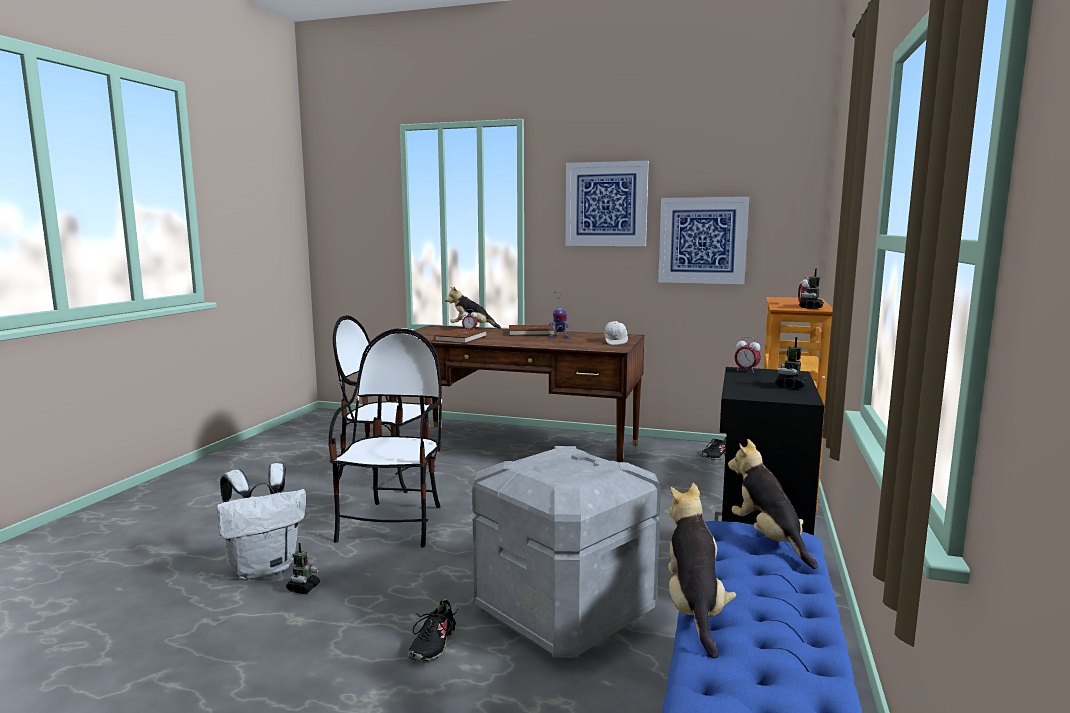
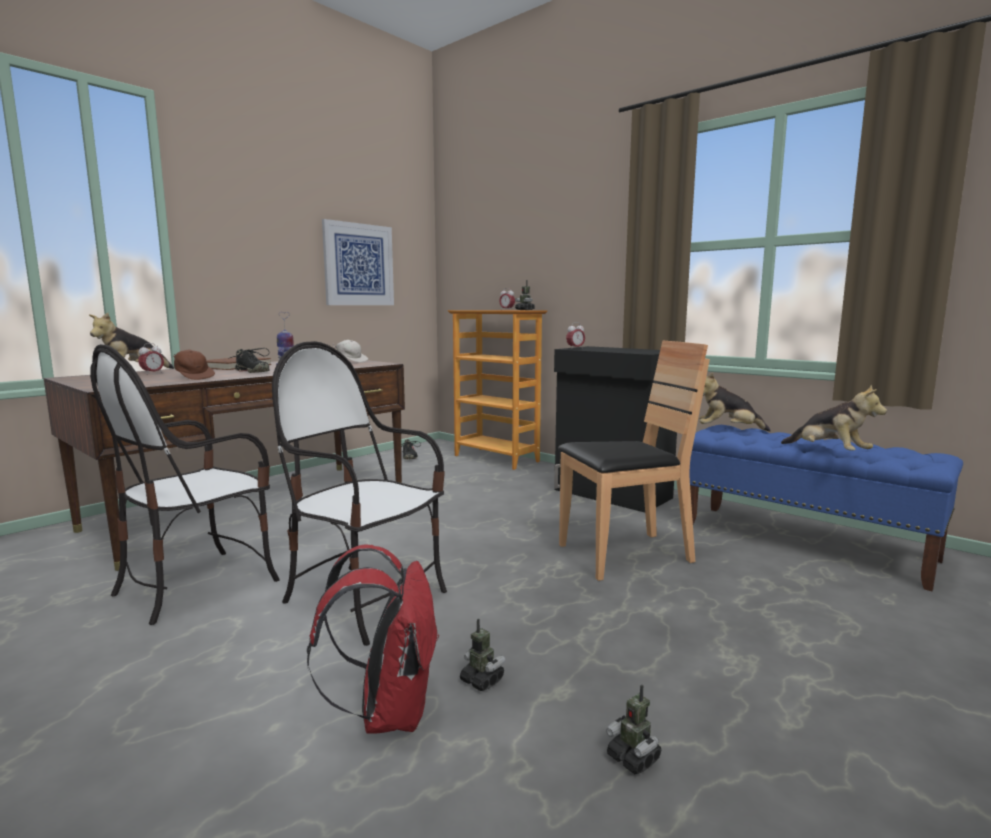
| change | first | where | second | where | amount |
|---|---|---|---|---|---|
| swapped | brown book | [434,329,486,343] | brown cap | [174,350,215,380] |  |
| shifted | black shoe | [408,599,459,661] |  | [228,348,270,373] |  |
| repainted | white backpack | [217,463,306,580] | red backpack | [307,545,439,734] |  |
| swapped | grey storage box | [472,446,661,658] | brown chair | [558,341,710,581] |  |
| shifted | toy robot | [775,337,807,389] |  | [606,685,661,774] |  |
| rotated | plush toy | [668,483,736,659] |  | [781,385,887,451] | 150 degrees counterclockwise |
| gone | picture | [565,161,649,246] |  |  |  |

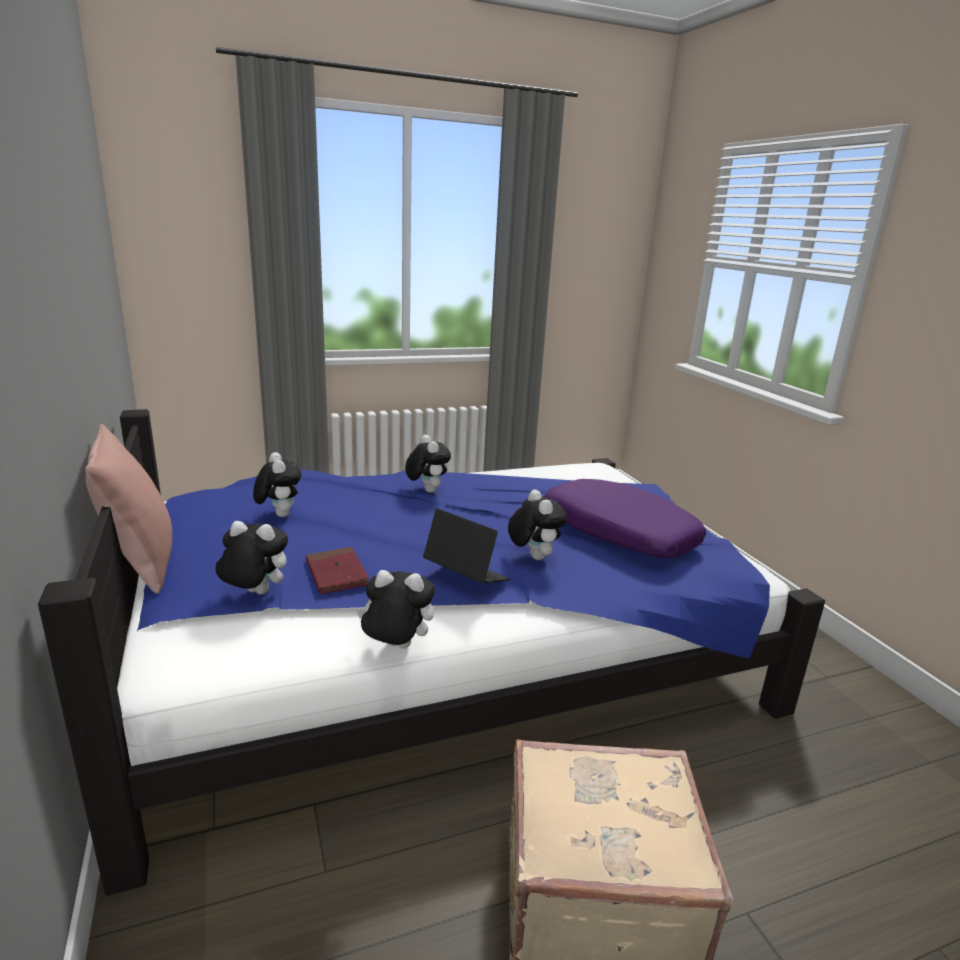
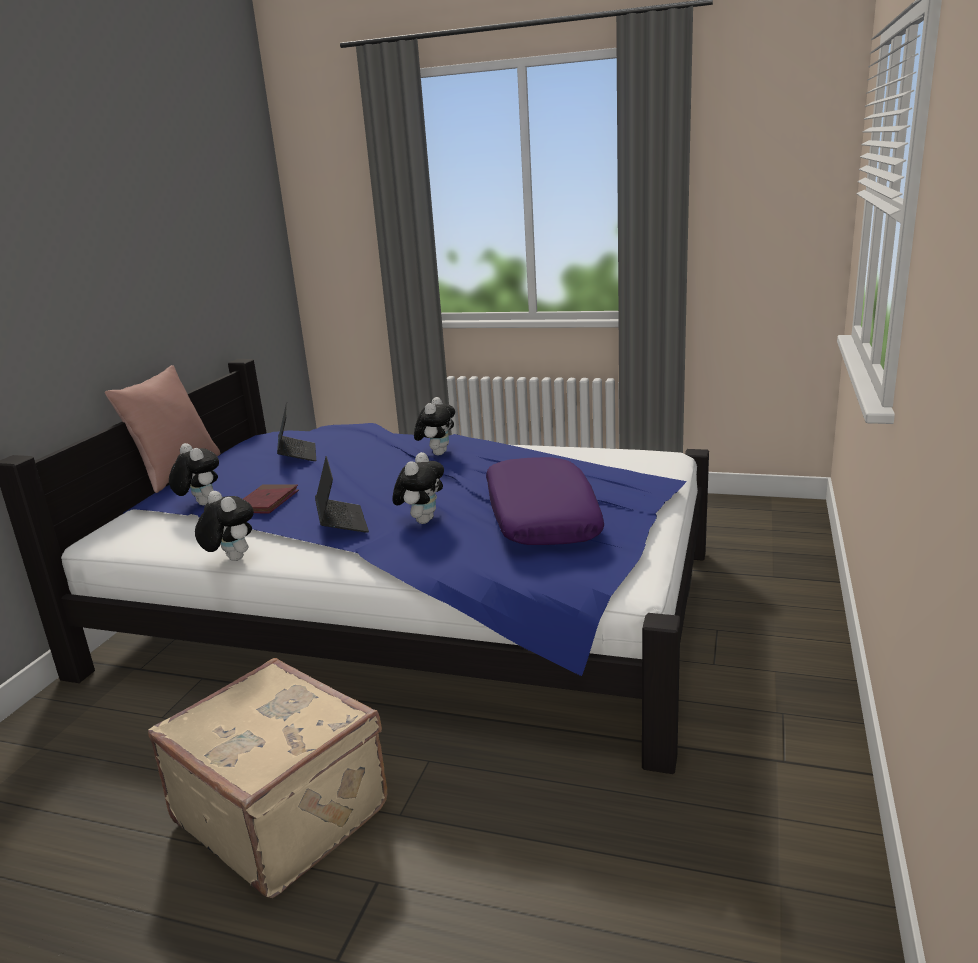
| change | first | where | second | where | amount |
|---|---|---|---|---|---|
| swapped | plush toy | [253,452,302,517] | laptop | [277,402,316,461] |  |

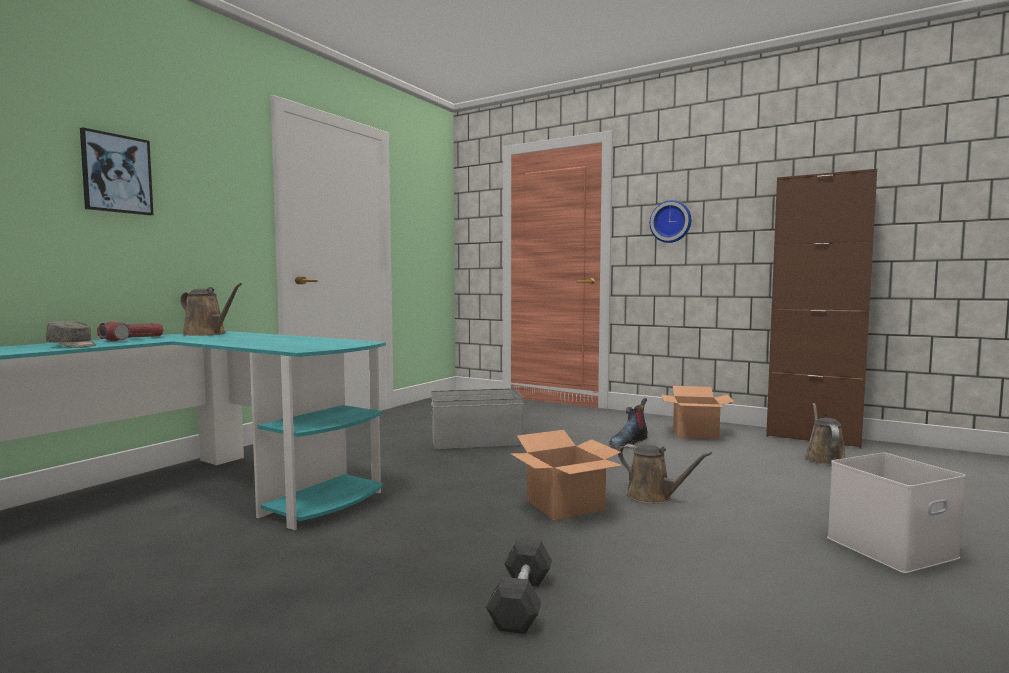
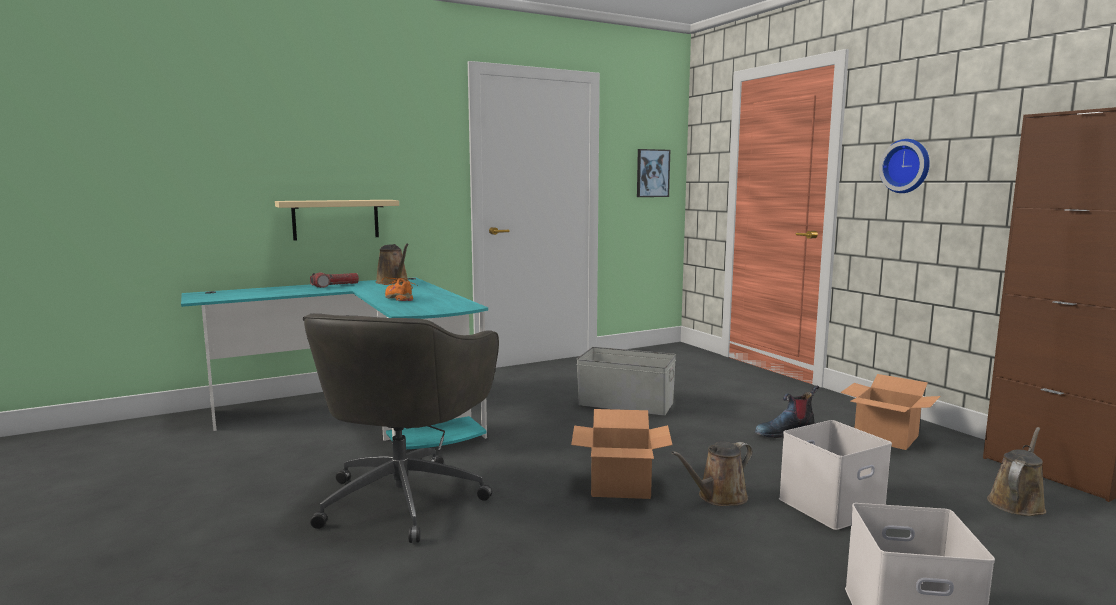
| change | first | where | second | where | amount |
|---|---|---|---|---|---|
| new |  |  | beige shelf | [275,200,399,240] |  |
| new |  |  | grey office chair | [303,313,499,543] |  |
| new |  |  | orange shoe | [382,277,419,301] |  |
| shifted | picture | [80,127,153,216] |  | [637,149,670,197] |  |
| rotated | brown watering can | [618,444,712,504] |  | [672,442,753,506] | 75 degrees clockwise |
| new |  |  | white storage box | [779,420,892,530] |  |
| gone | grey cap | [46,321,96,348] |  |  |  |
| gone | black dumbbell | [486,538,552,634] |  |  |  |

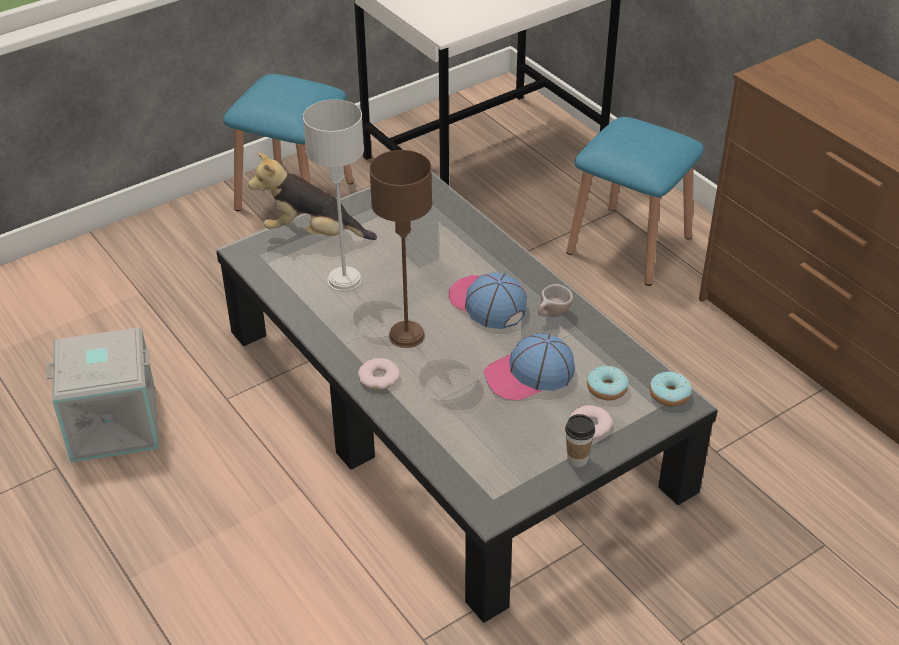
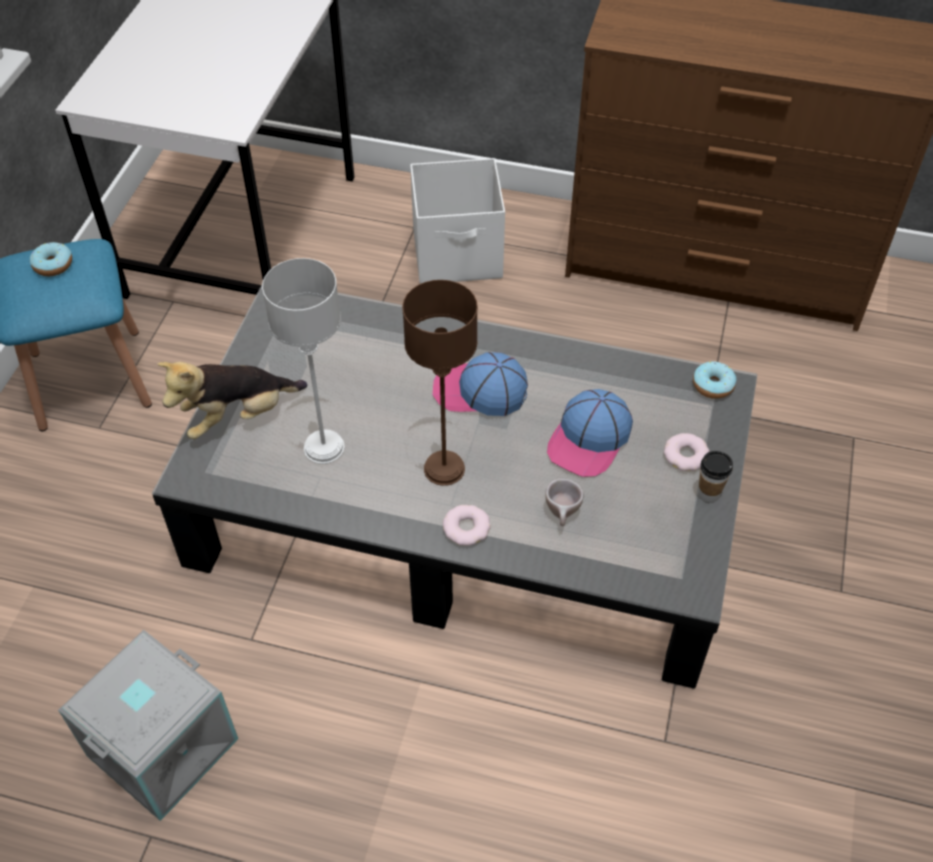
| change | first | where | second | where | amount |
|---|---|---|---|---|---|
| shifted | donut | [587,366,629,400] |  | [30,242,72,276] |  |
| swapped | blue stool | [567,117,704,286] | white storage box | [410,158,505,284] |  |
| shifted | beige cup | [538,284,573,317] |  | [545,479,584,526] |  |

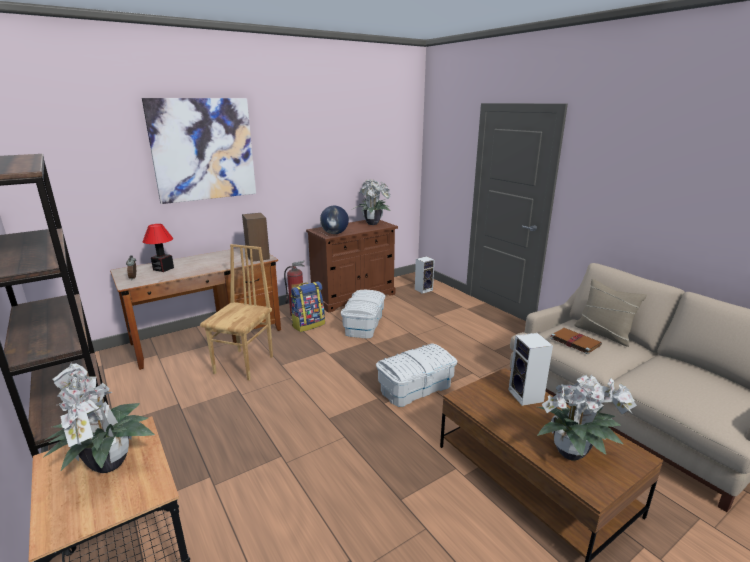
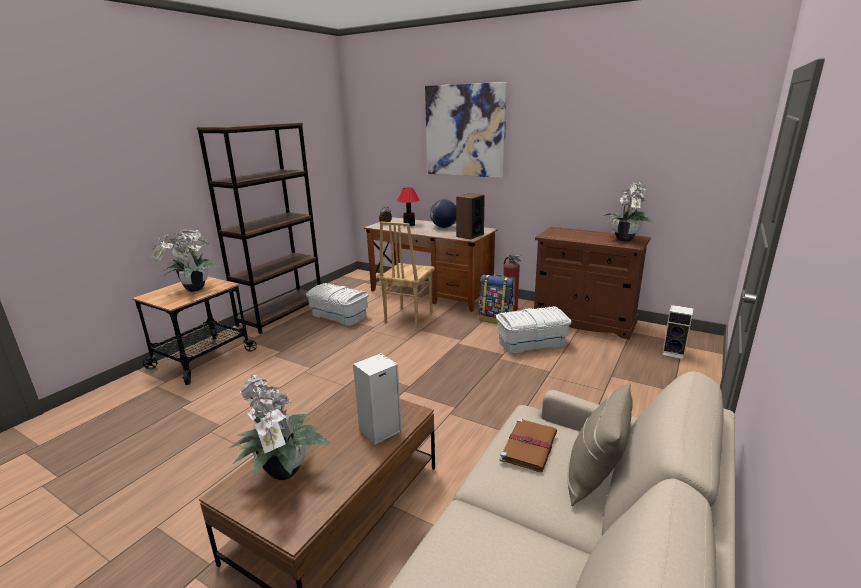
| change | first | where | second | where | amount |
|---|---|---|---|---|---|
| shifted | white storage box | [376,343,457,407] |  | [306,283,369,326] |  |
| rotated | brown chair | [200,244,273,381] |  | [379,222,435,328] | 120 degrees clockwise |
| shifted | globe | [320,205,349,234] |  | [430,199,456,228] |  |

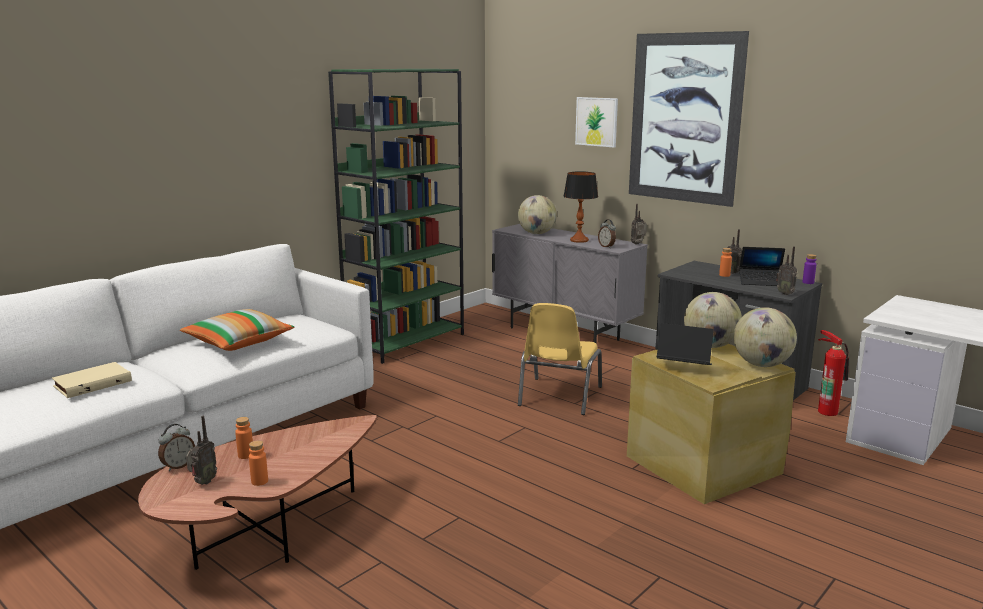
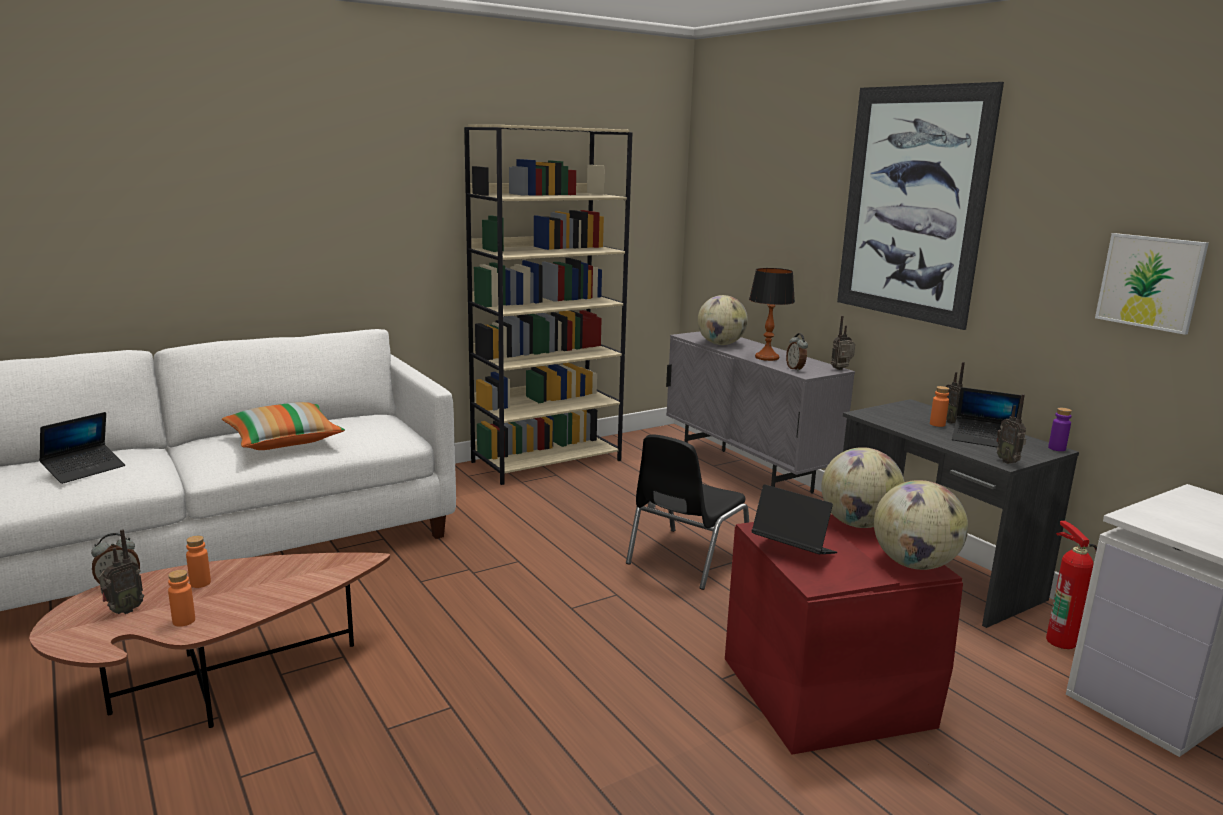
| change | first | where | second | where | amount |
|---|---|---|---|---|---|
| swapped | beige book | [52,362,132,398] | laptop | [39,412,125,484] |  |
| repainted | green bookcase | [328,69,464,364] | beige bookcase | [464,125,632,485] |  |
| repainted | yellow chair | [518,303,602,415] | black chair | [626,434,749,590] |  |
| repainted | beige storage box | [627,344,796,504] | red storage box | [725,515,963,755] |  |
| shifted | picture | [575,97,618,148] |  | [1095,233,1209,335] |  |

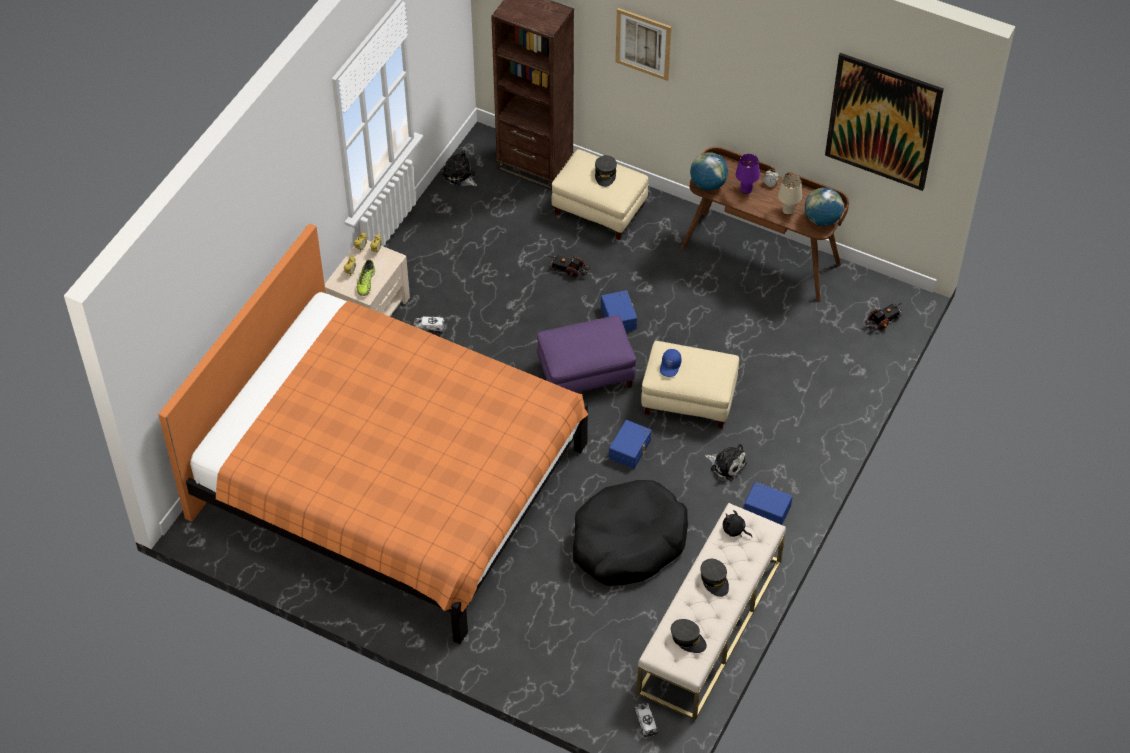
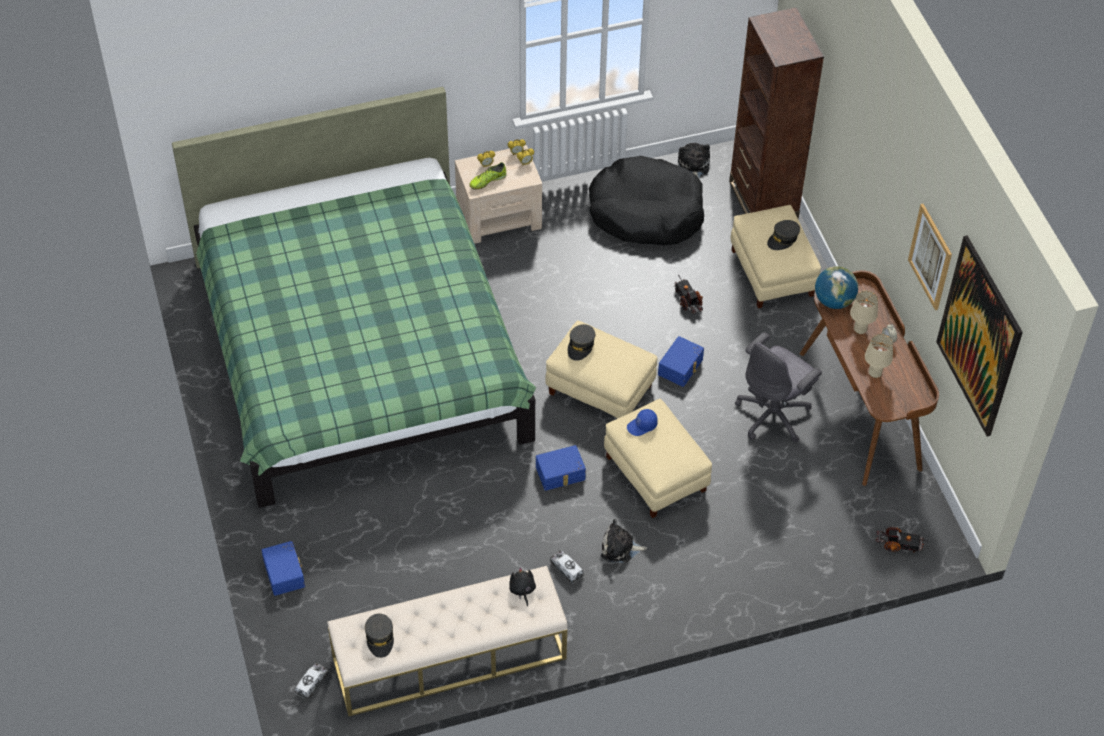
| change | first | where | second | where | amount |
|---|---|---|---|---|---|
| repainted | orange bed | [158,223,588,644] | green bed | [172,87,536,508] |  |
| shifted | blue storage box | [744,482,792,525] |  | [261,541,305,596] |  |
| repainted | purple ottoman | [537,315,636,393] | beige ottoman | [546,320,657,418] |  |
| shifted | toy truck | [413,316,445,334] |  | [550,550,584,584] |  |
| shifted | grey cap | [700,559,729,597] |  | [568,324,595,361] |  |
| shifted | black dog bed | [573,480,688,586] |  | [589,156,704,245] |  |
| rotated | plush toy | [705,444,747,481] |  | [601,519,647,562] | 105 degrees clockwise |
| new |  |  | grey office chair | [735,332,822,443] |  |
| repainted | purple table lamp | [736,154,760,194] | beige table lamp | [850,290,878,334] |  |
| shifted | picture | [615,8,672,81] |  | [908,204,952,310] |  |
| gone | globe | [805,187,843,226] |  |  |  |

